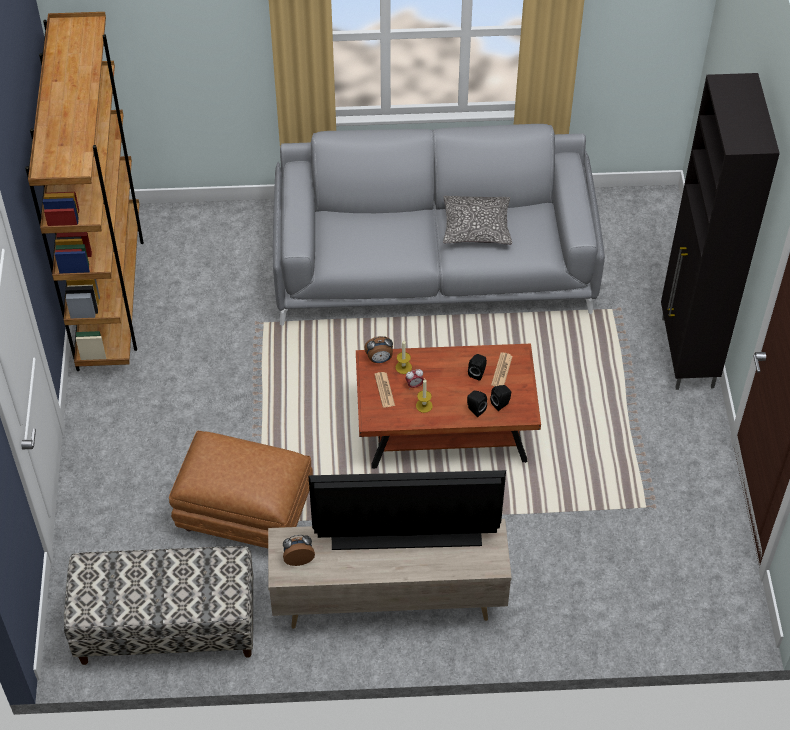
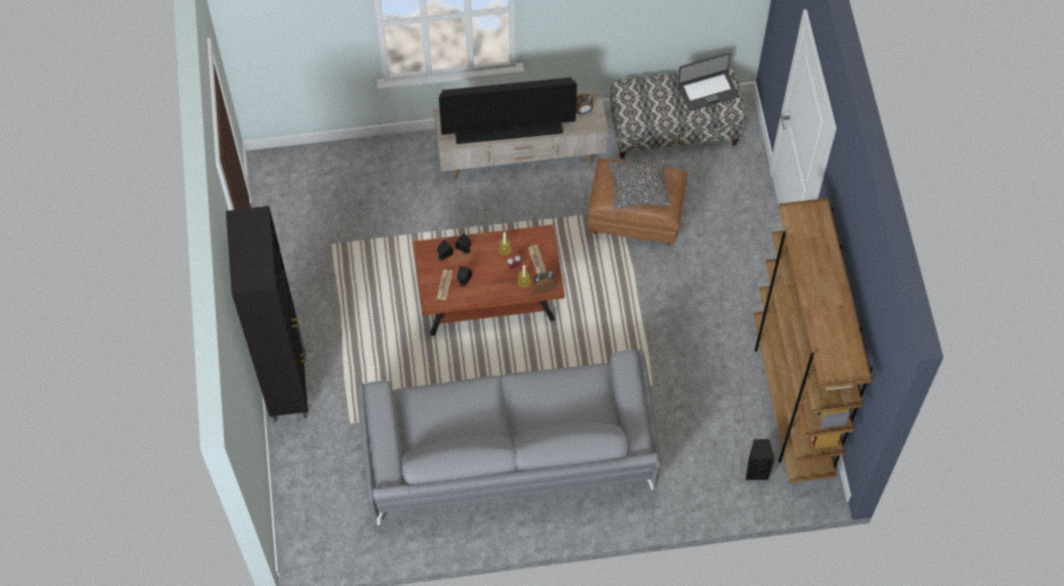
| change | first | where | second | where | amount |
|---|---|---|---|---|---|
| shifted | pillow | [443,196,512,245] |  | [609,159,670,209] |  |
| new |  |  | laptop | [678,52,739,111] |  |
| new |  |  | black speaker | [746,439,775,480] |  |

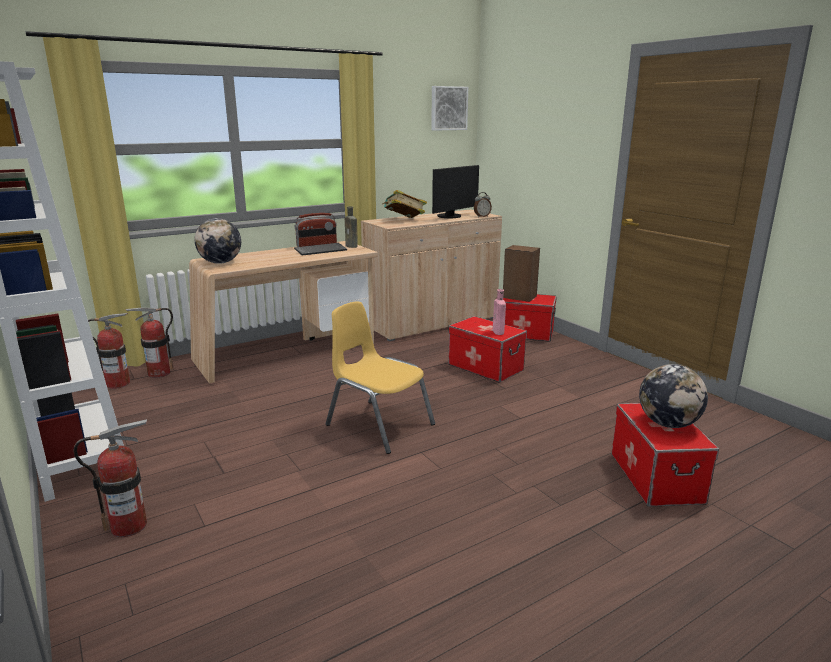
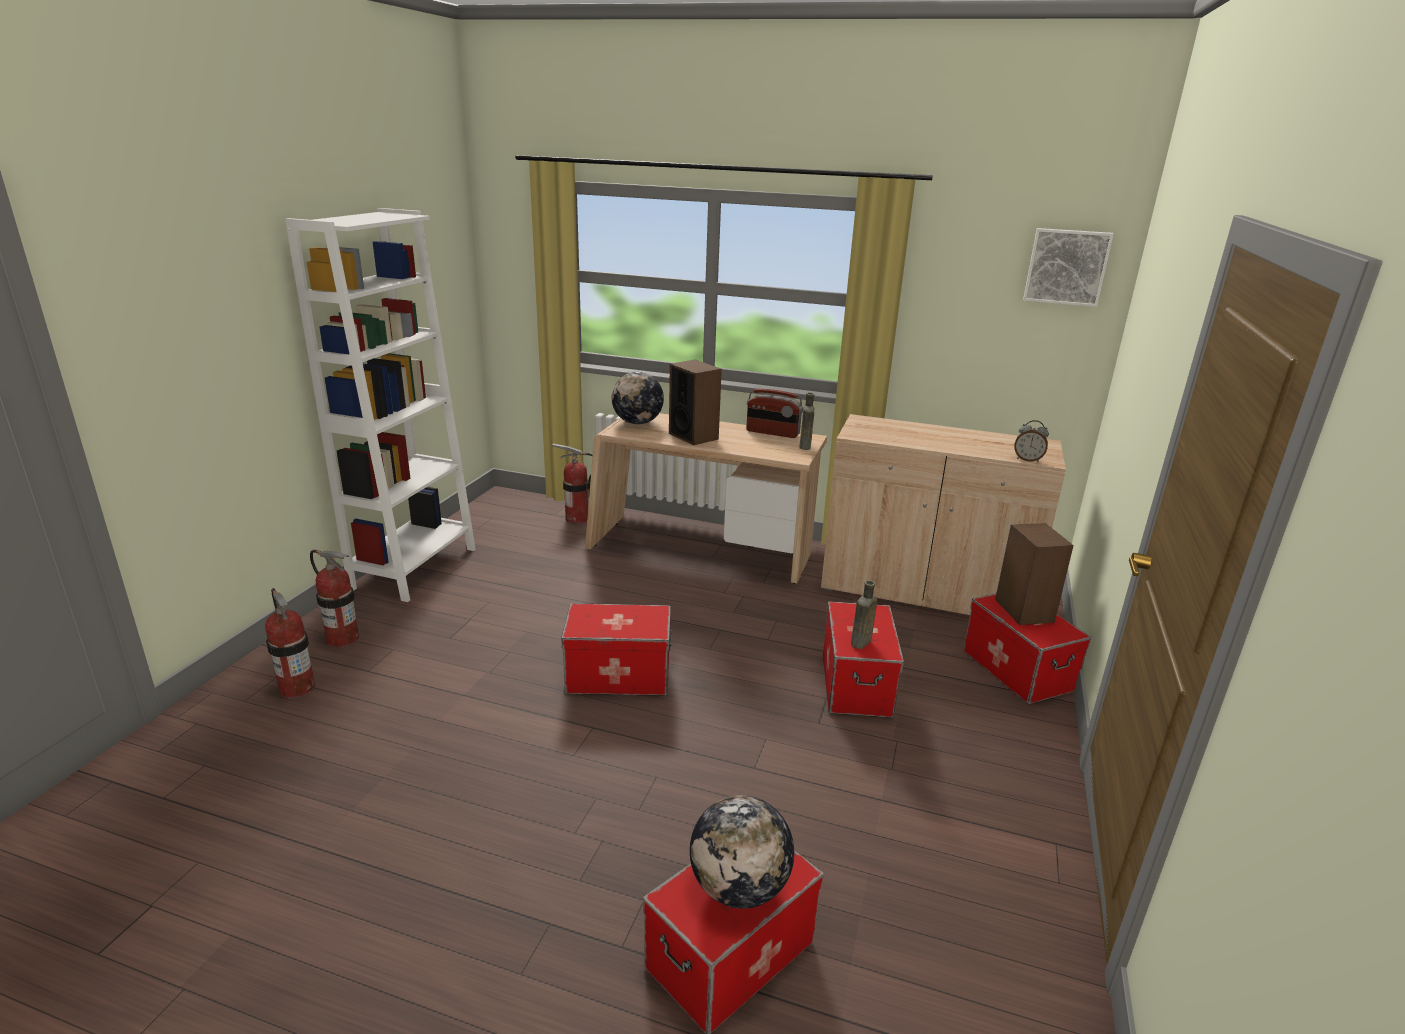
| change | first | where | second | where | amount |
|---|---|---|---|---|---|
| shifted | fire extinguisher | [88,313,130,389] |  | [265,588,315,699] |  |
| swapped | yellow chair | [326,302,435,454] | storage box | [561,603,672,696] |  |
| new |  |  | speaker | [669,360,722,445] |  |
| repainted | pink bottle | [493,289,506,335] | brown bottle | [851,580,877,649] |  |
| gone | keyboard | [294,243,347,256] |  |  |  |
| gone | book | [383,190,427,218] |  |  |  |
| gone | monitor | [432,165,479,218] |  |  |  |

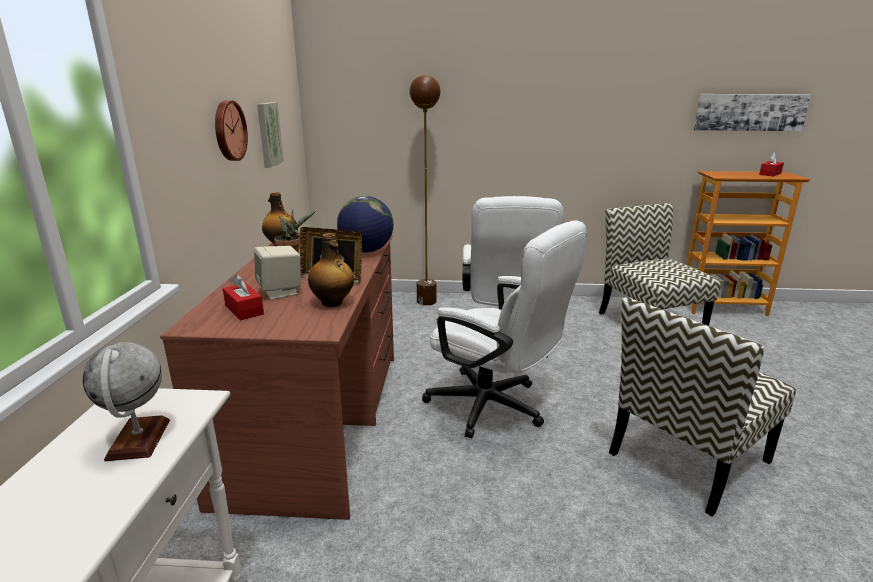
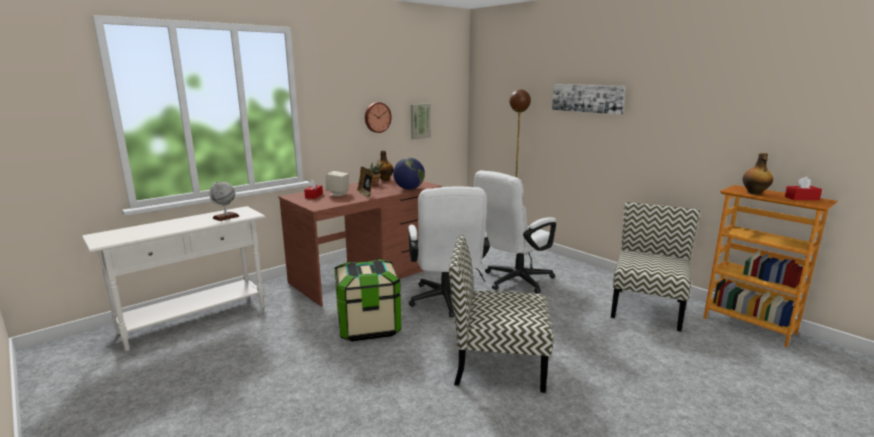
| change | first | where | second | where | amount |
|---|---|---|---|---|---|
| new |  |  | storage box | [335,259,401,342] |  |
| shifted | picture | [694,94,811,131] |  | [552,84,626,115] |  |
| shifted | bottle | [308,233,354,307] |  | [743,153,773,195] |  |

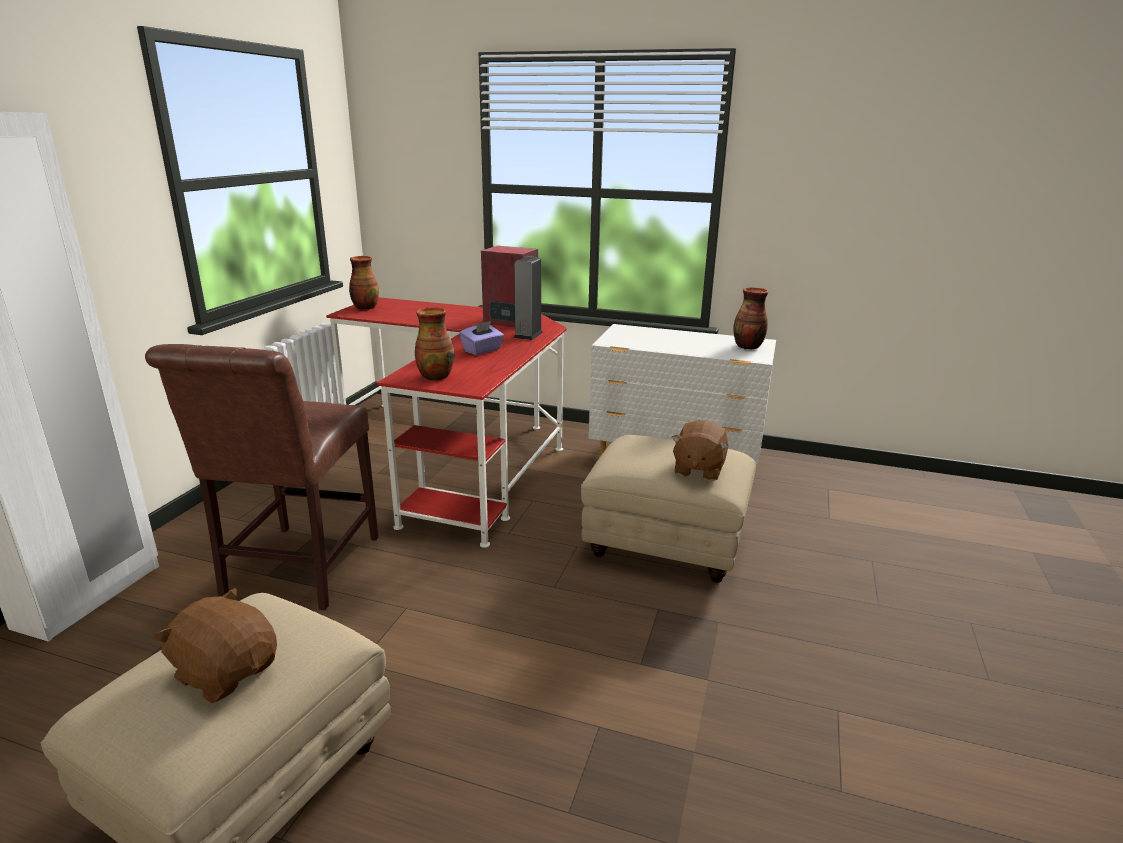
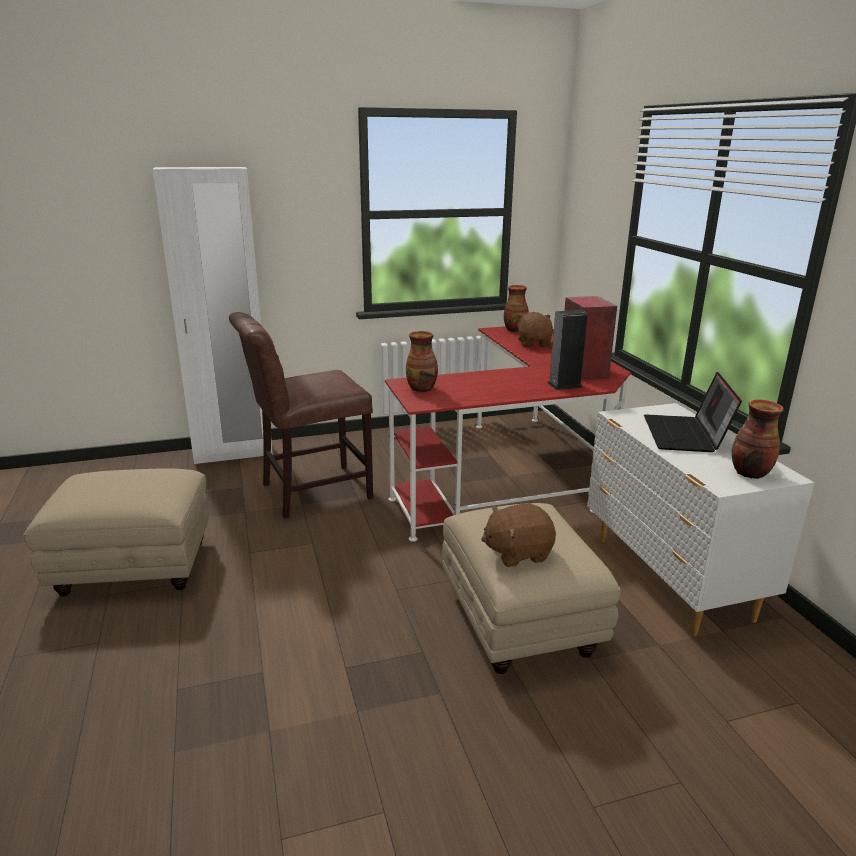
| change | first | where | second | where | amount |
|---|---|---|---|---|---|
| shifted | brown plush toy | [153,588,277,703] |  | [516,312,553,347] |  |
| new |  |  | laptop | [644,372,742,452] |  |
| gone | purple tissue box | [459,321,504,355] |  |  |  |

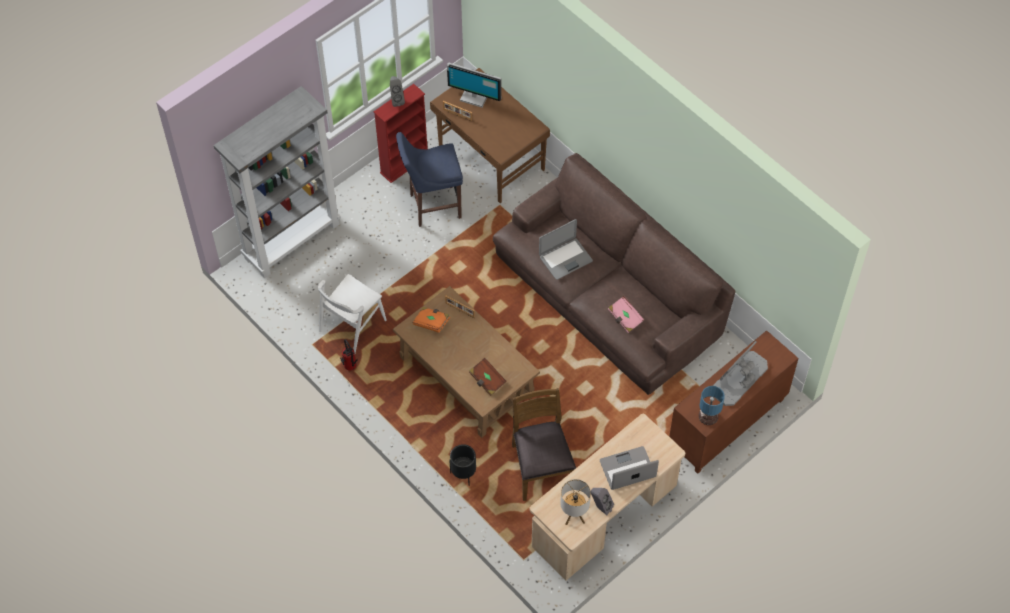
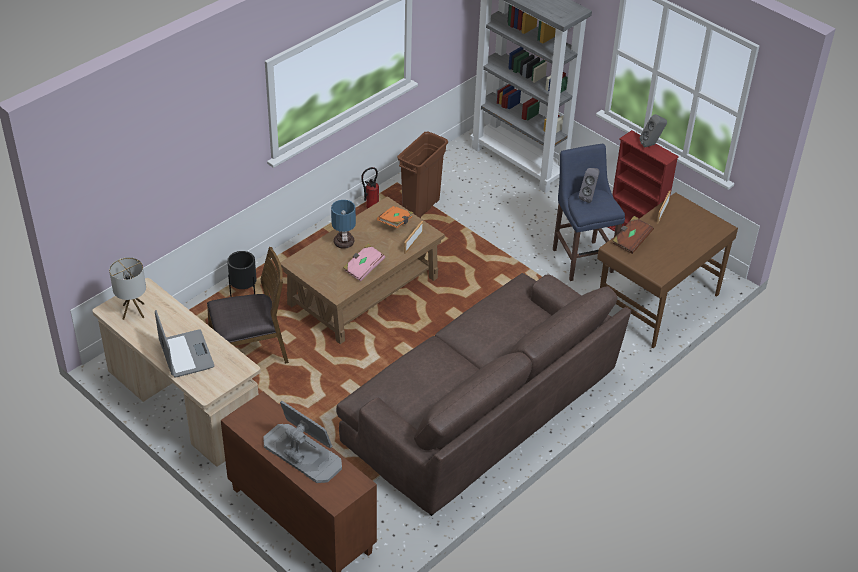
| change | first | where | second | where | amount |
|---|---|---|---|---|---|
| shifted | table lamp | [699,386,725,425] |  | [331,200,356,249] |  |
| shifted | pink book | [608,296,644,333] |  | [343,244,385,282] |  |
| swapped | white chair | [318,274,387,353] | brown trash can | [397,132,448,218] |  |
| shifted | grey speaker | [591,488,614,516] |  | [579,168,600,203] |  |
| shifted | brown book | [469,358,507,396] |  | [613,216,654,254] |  |
| gone | monitor | [447,62,501,108] |  |  |  |
| gone | laptop | [539,219,593,280] |  |  |  |

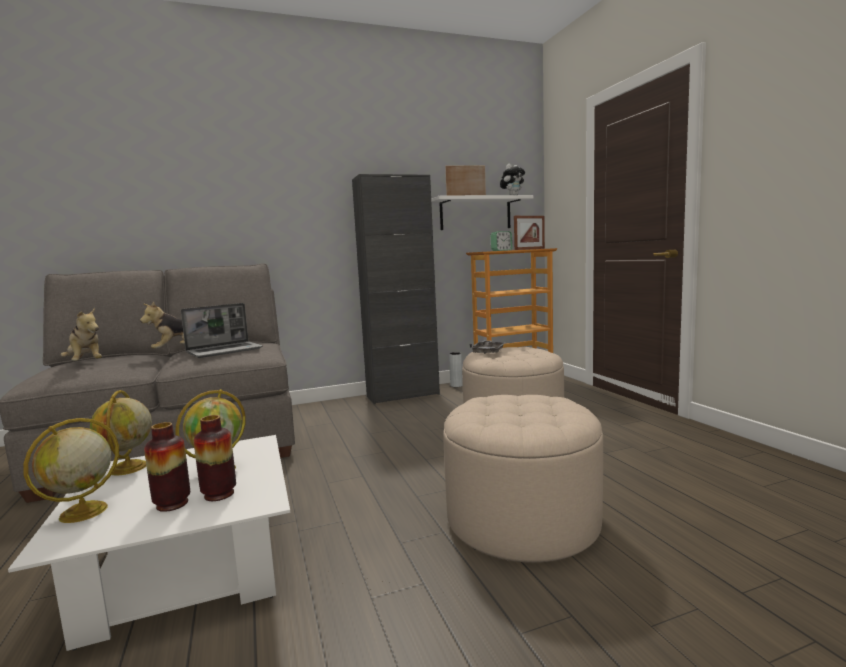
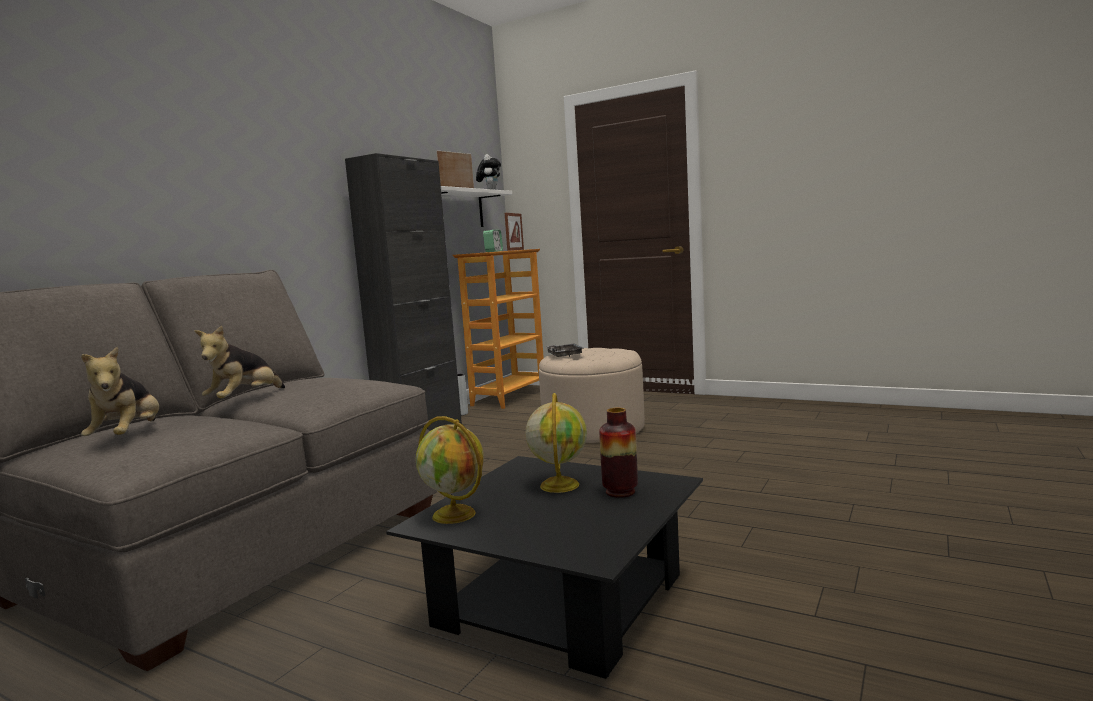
| change | first | where | second | where | amount |
|---|---|---|---|---|---|
| rotated | plush toy | [61,308,102,361] |  | [81,346,159,436] | 75 degrees clockwise |
| repainted | white coffee table | [8,435,290,651] | black coffee table | [386,456,703,679] |  |
| gone | globe | [23,418,119,523] |  |  |  |
| gone | vase | [144,422,190,512] |  |  |  |
| gone | laptop | [181,303,263,358] |  |  |  |
| gone | beige ottoman | [443,395,603,563] |  |  |  |

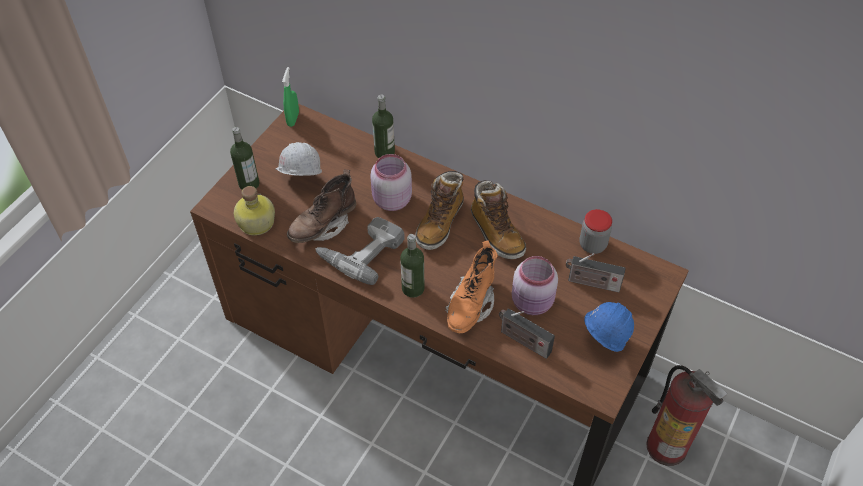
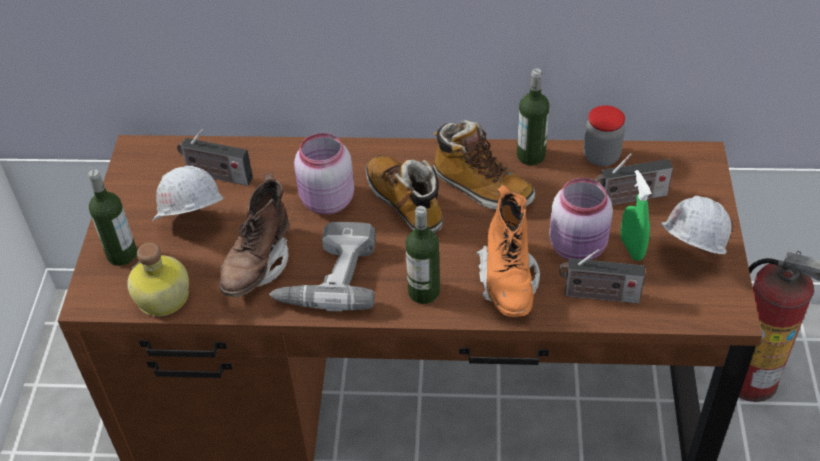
| change | first | where | second | where | amount |
|---|---|---|---|---|---|
| new |  |  | radio | [177,129,253,186] |  |
| rotated | boot | [416,171,464,250] |  | [366,155,443,234] | 150 degrees clockwise |
| shifted | bottle | [372,95,395,158] |  | [517,68,550,165] |  |
| shifted | green spray bottle | [282,67,299,127] |  | [621,170,652,261] |  |
| repainted | blue hard hat | [584,302,634,352] | white hard hat | [660,196,732,254] |  |

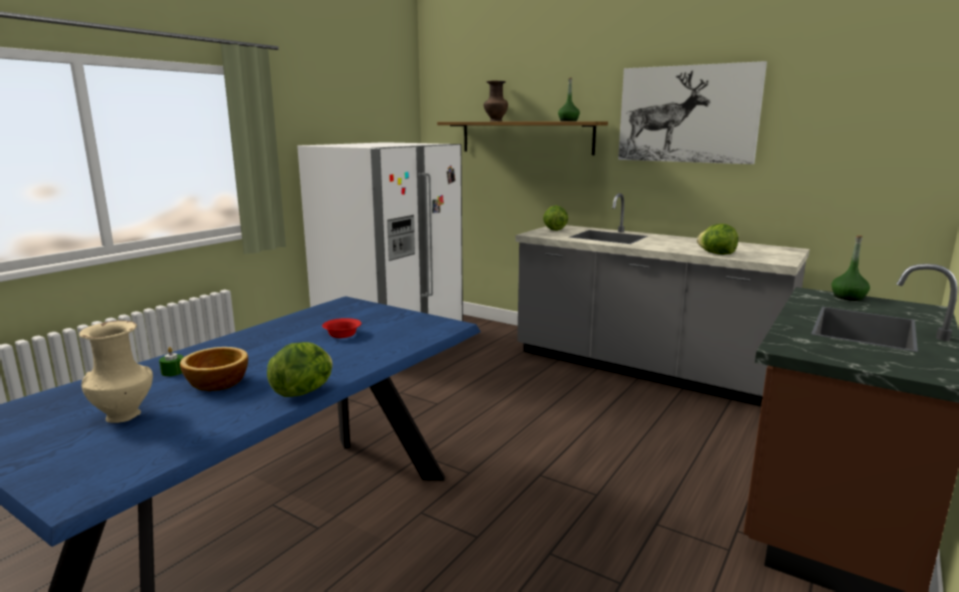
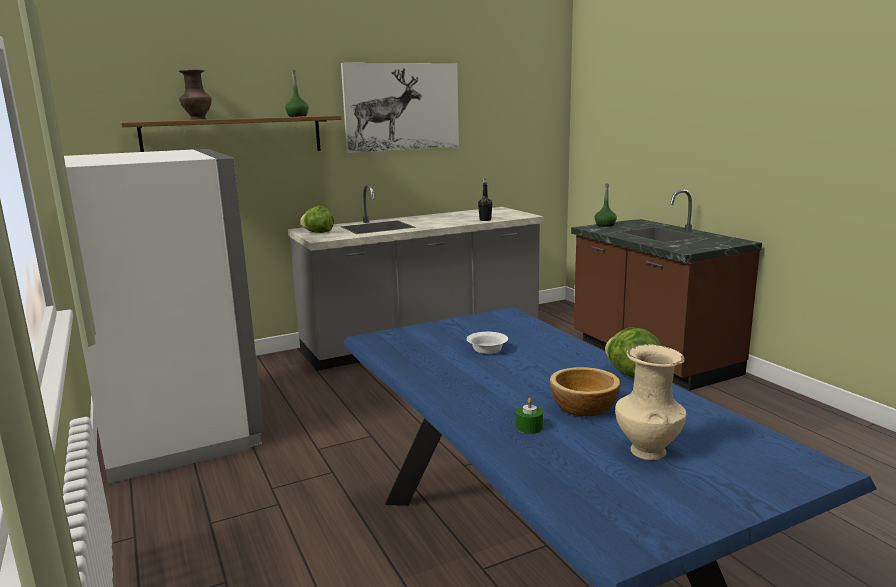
| change | first | where | second | where | amount |
|---|---|---|---|---|---|
| repainted | red bowl | [322,318,361,338] | white bowl | [467,332,508,354] |  |
| swapped | lettuce | [697,224,738,255] | black bottle | [478,179,492,221] |  |

